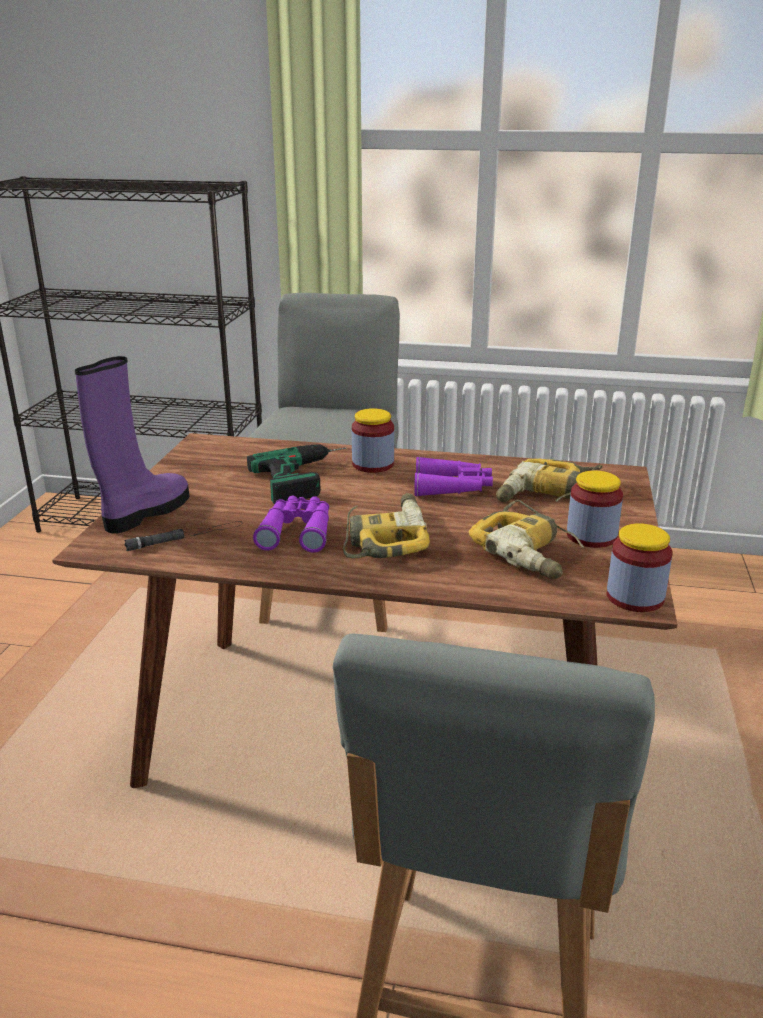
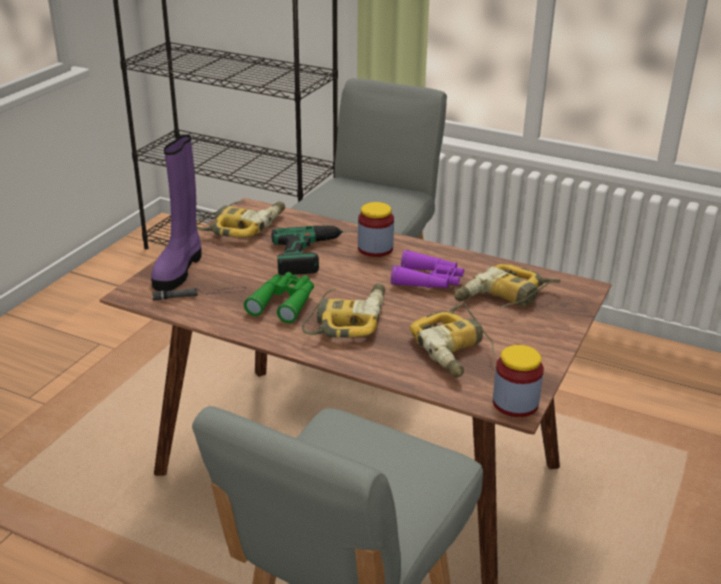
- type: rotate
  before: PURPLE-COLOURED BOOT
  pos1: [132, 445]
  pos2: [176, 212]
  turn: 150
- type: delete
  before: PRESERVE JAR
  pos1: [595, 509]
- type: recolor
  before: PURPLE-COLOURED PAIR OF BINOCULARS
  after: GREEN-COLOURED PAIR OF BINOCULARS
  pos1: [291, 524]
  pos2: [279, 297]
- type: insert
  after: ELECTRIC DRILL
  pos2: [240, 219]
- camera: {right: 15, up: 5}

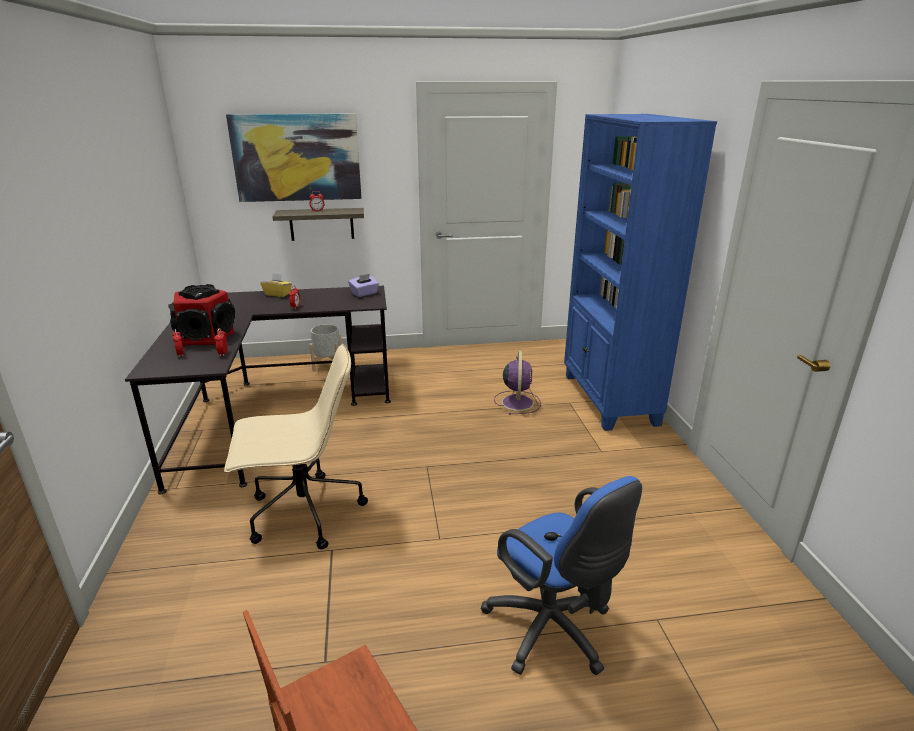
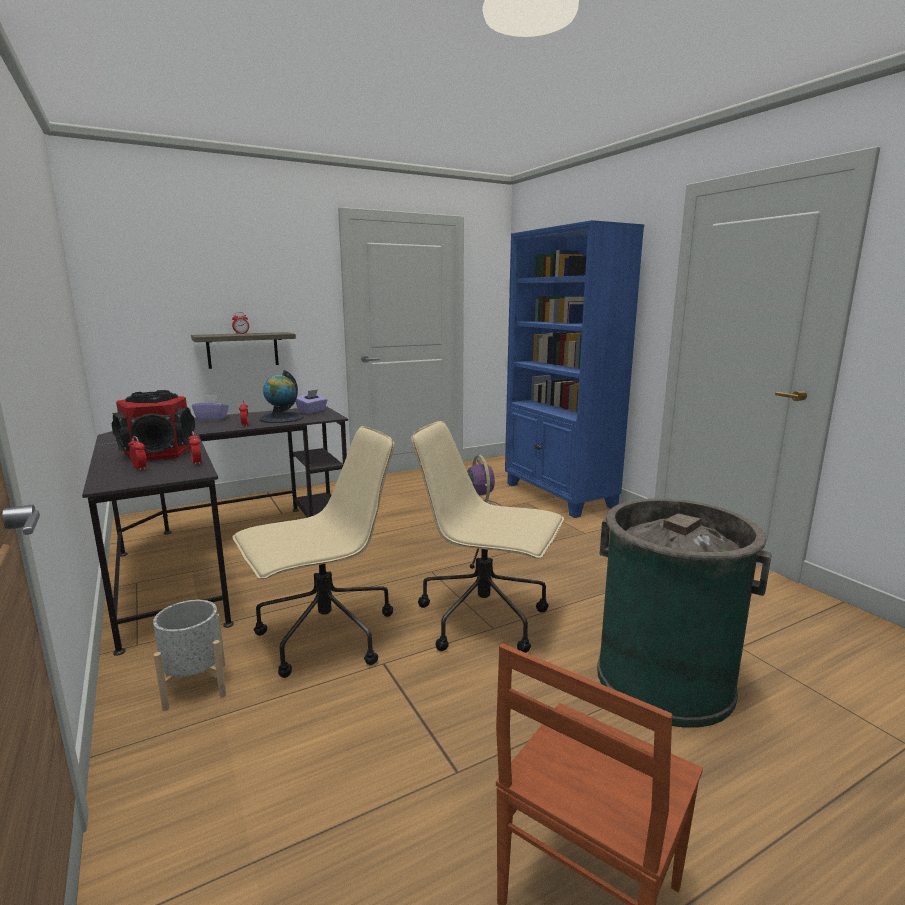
- type: delete
  before: PICTURE
  pos1: [293, 157]
- type: recolor
  before: YELLOW-COLOURED TISSUE BOX
  after: PURPLE-COLOURED TISSUE BOX
  pos1: [276, 285]
  pos2: [210, 407]
- type: move
  before: GREY FLOWER POT
  pos1: [325, 347]
  pos2: [189, 655]
- type: replace
  before: BLUISH COMPUTER CHAIR
  after: GREEN-COLOURED WASTE BIN
  pos1: [561, 575]
  pos2: [684, 613]
- type: insert
  after: GLOBE
  pos2: [281, 396]
- type: insert
  after: BEIGE-COLOURED COMPUTER CHAIR
  pos2: [487, 537]
- camera: {right: -20, up: -10}

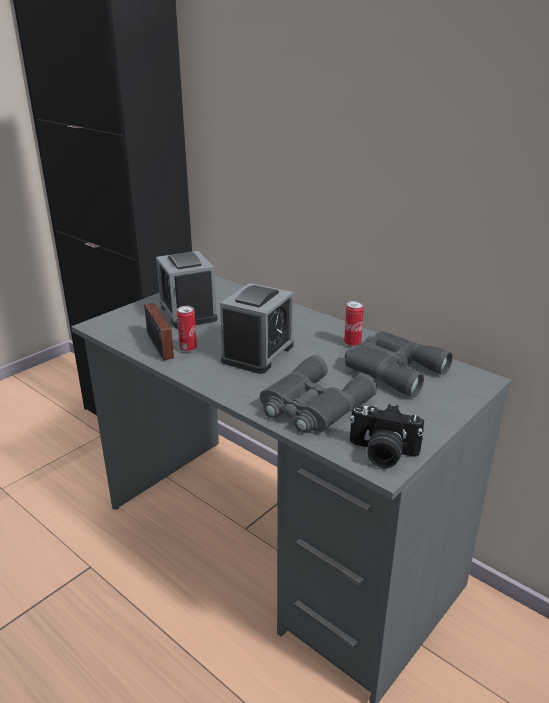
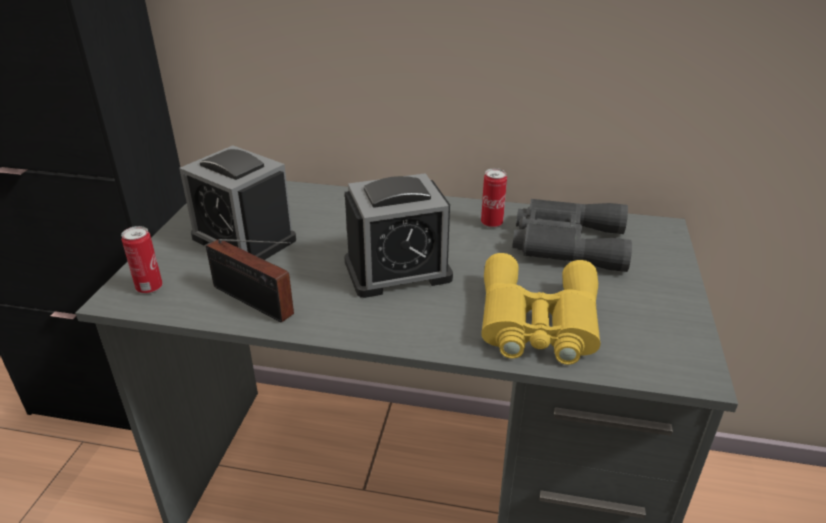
- type: rotate
  before: TABLE CLOCK
  pos1: [257, 328]
  pos2: [398, 235]
  turn: 75
- type: move
  before: CAN
  pos1: [187, 329]
  pos2: [141, 260]
- type: recolor
  before: GREY PAIR OF BINOCULARS
  after: YELLOW-COLOURED PAIR OF BINOCULARS
  pos1: [318, 394]
  pos2: [540, 309]
- type: delete
  before: PHOTO CAMERA
  pos1: [386, 436]
- camera: {right: -30, up: 5}

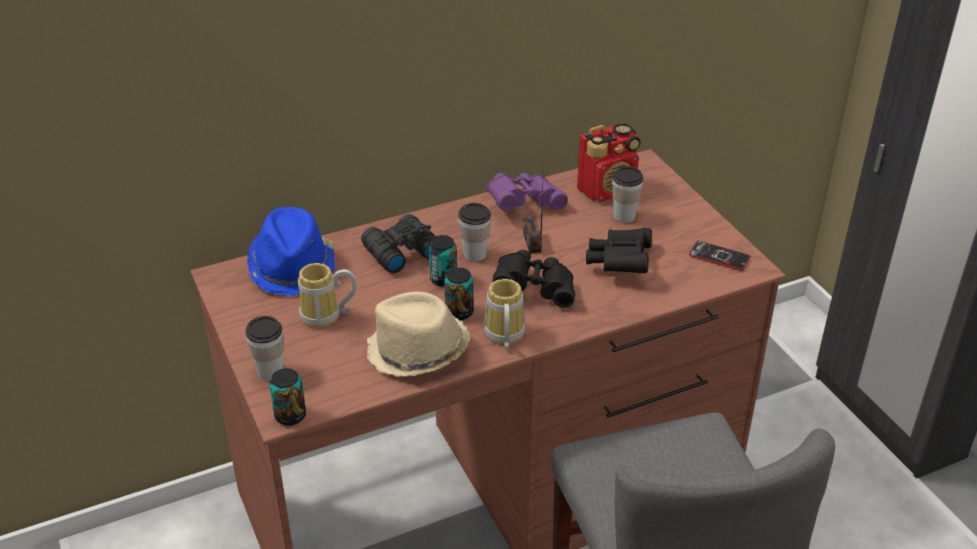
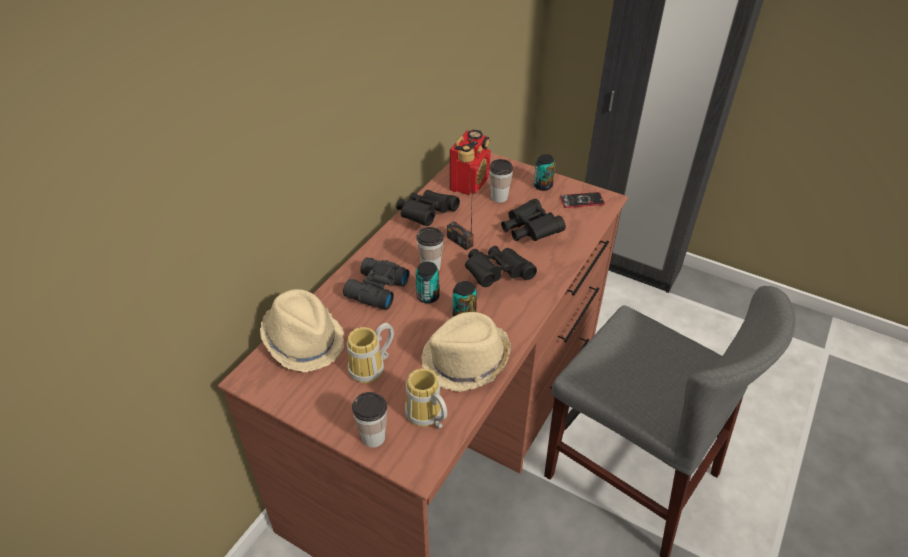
- type: recolor
  before: PURPLE-COLOURED PAIR OF BINOCULARS
  after: BLACK-COLOURED PAIR OF BINOCULARS
  pos1: [527, 192]
  pos2: [428, 208]
- type: recolor
  before: BLUISH CLOTHING HAT
  after: BEIGE-COLOURED CLOTHING HAT
  pos1: [291, 251]
  pos2: [302, 330]
- type: move
  before: COFFEE MUG
  pos1: [504, 314]
  pos2: [426, 398]
- type: move
  before: CAN
  pos1: [288, 397]
  pos2: [544, 172]
- camera: {right: -35, up: 5}

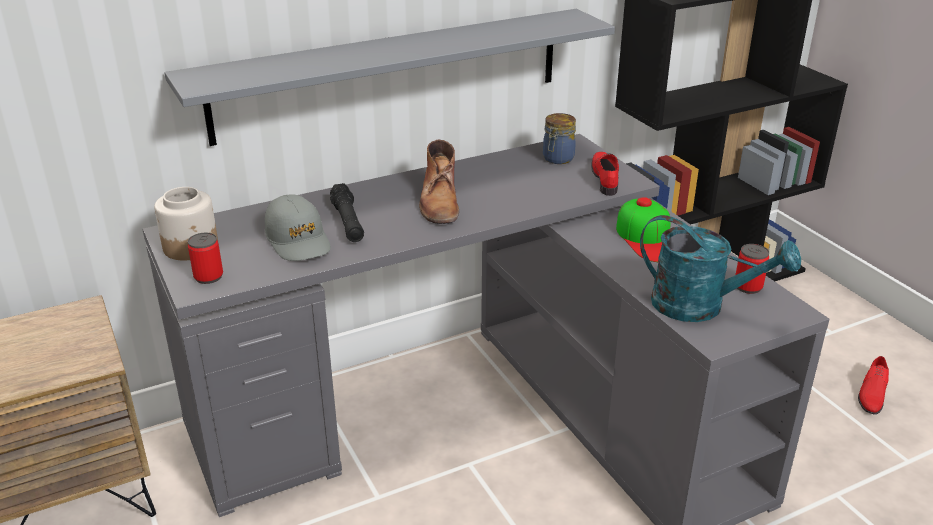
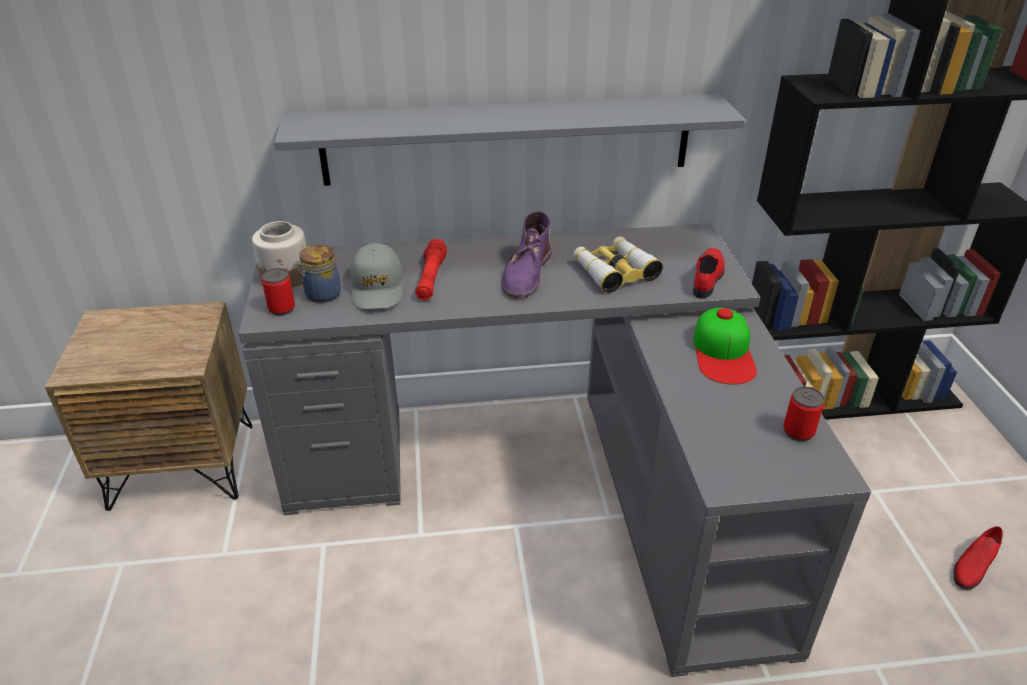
- type: move
  before: PRESERVE JAR
  pos1: [559, 138]
  pos2: [318, 274]
- type: recolor
  before: BROWN BOOT
  after: PURPLE-COLOURED BOOT
  pos1: [439, 182]
  pos2: [526, 254]
- type: recolor
  before: BLACK-COLOURED TORCH
  after: REDDISH TORCH
  pos1: [347, 212]
  pos2: [431, 269]
- type: delete
  before: TURQUOISE WATERING CAN
  pos1: [720, 268]
- type: insert
  after: PAIR OF BINOCULARS
  pos2: [618, 264]
- camera: {right: 20, up: 5}

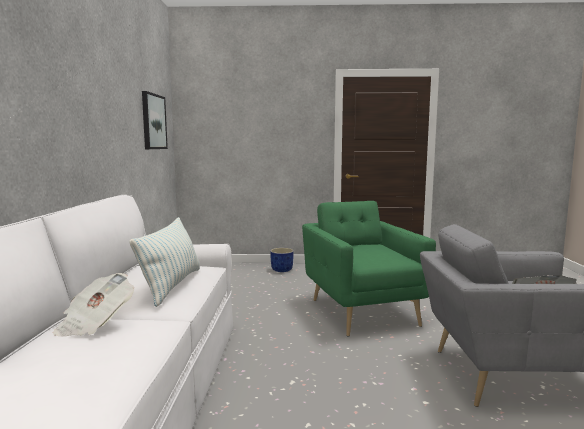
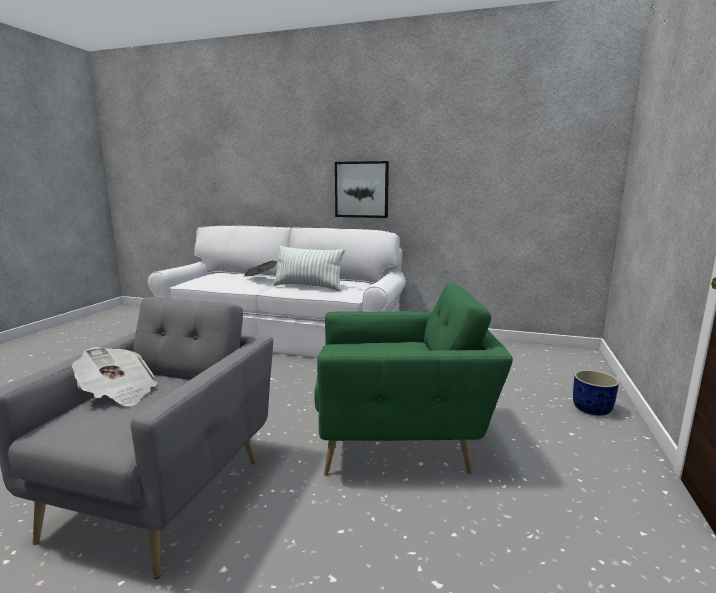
- type: move
  before: PICTURE
  pos1: [155, 120]
  pos2: [362, 189]
- camera: {right: 105, up: 5}

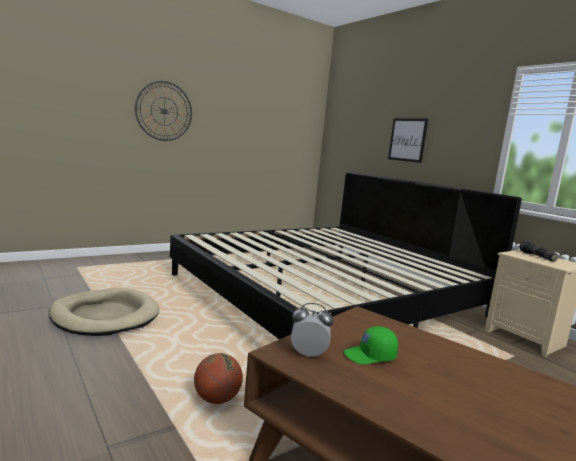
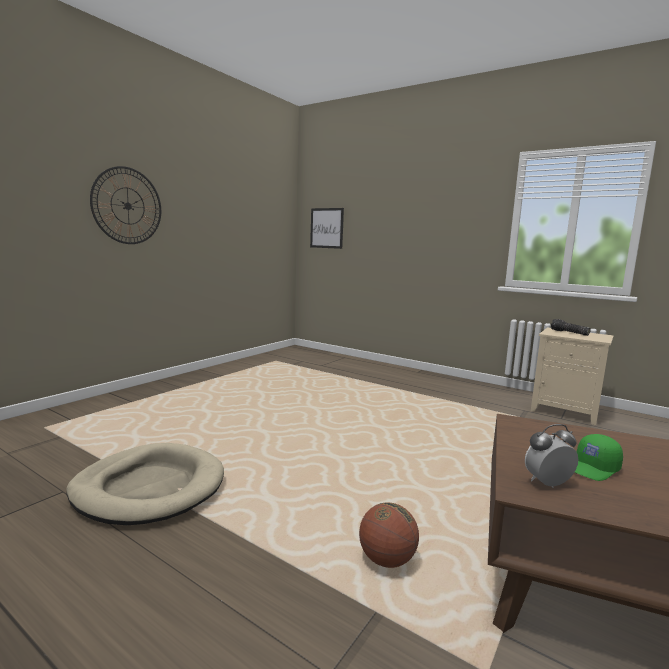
- type: move
  before: PICTURE
  pos1: [408, 140]
  pos2: [327, 228]
- type: delete
  before: BED
  pos1: [346, 255]
- camera: {right: -20, up: 0}

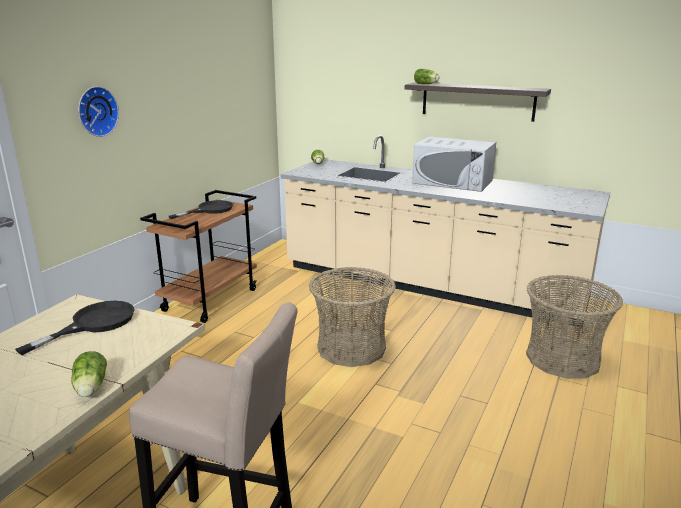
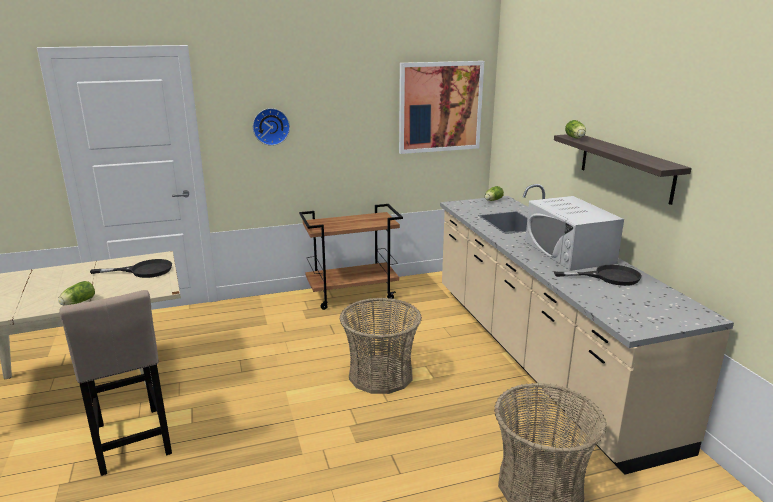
- type: move
  before: BLACK-COLOURED SKILLET
  pos1: [200, 209]
  pos2: [598, 275]
- type: insert
  after: PICTURE
  pos2: [441, 107]
- camera: {right: 45, up: 0}

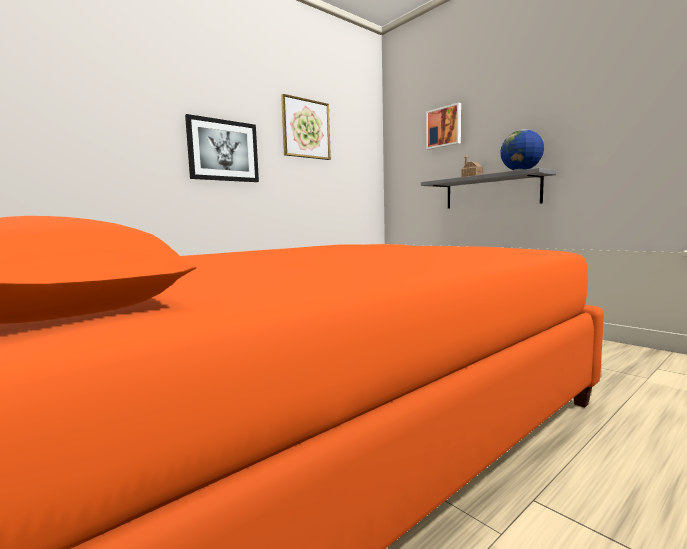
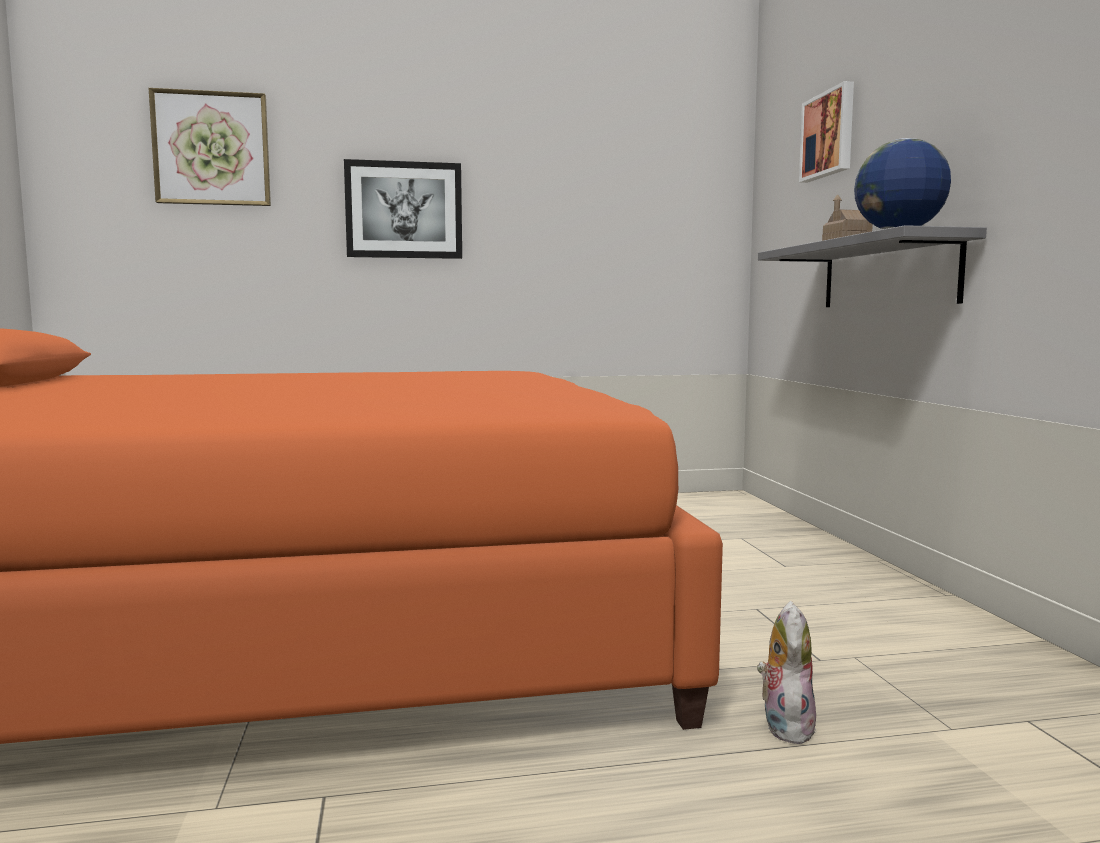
- type: move
  before: PICTURE
  pos1: [306, 127]
  pos2: [210, 147]
- type: insert
  after: PLUSH TOY
  pos2: [786, 672]
- camera: {right: 30, up: 0}

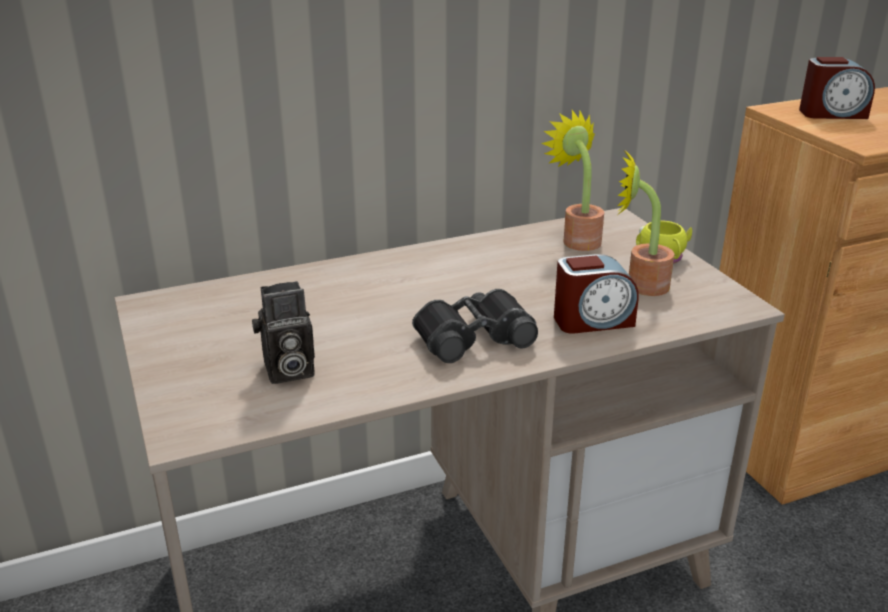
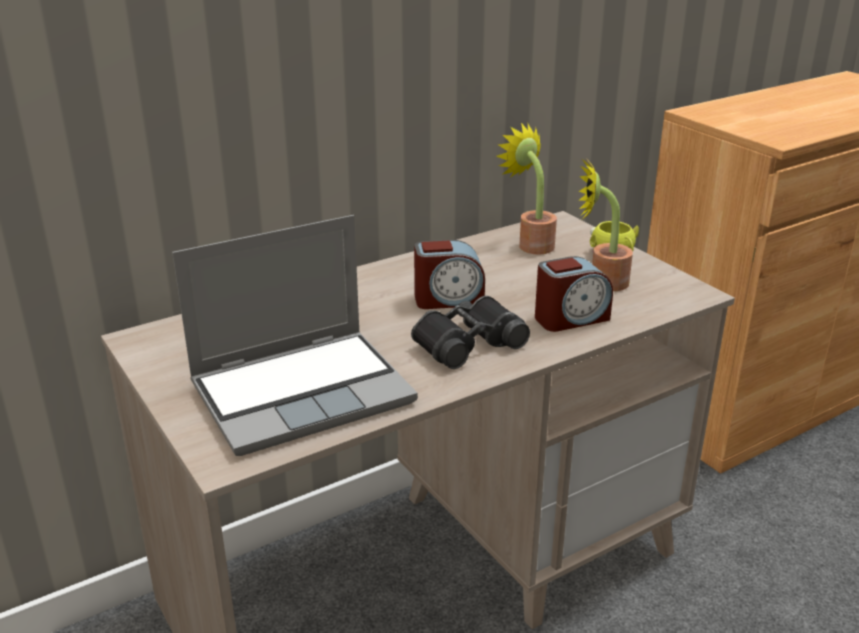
- type: move
  before: TABLE CLOCK
  pos1: [837, 88]
  pos2: [449, 274]
- type: replace
  before: PHOTO CAMERA
  after: LAPTOP
  pos1: [283, 332]
  pos2: [295, 335]
- camera: {right: -10, up: 0}

